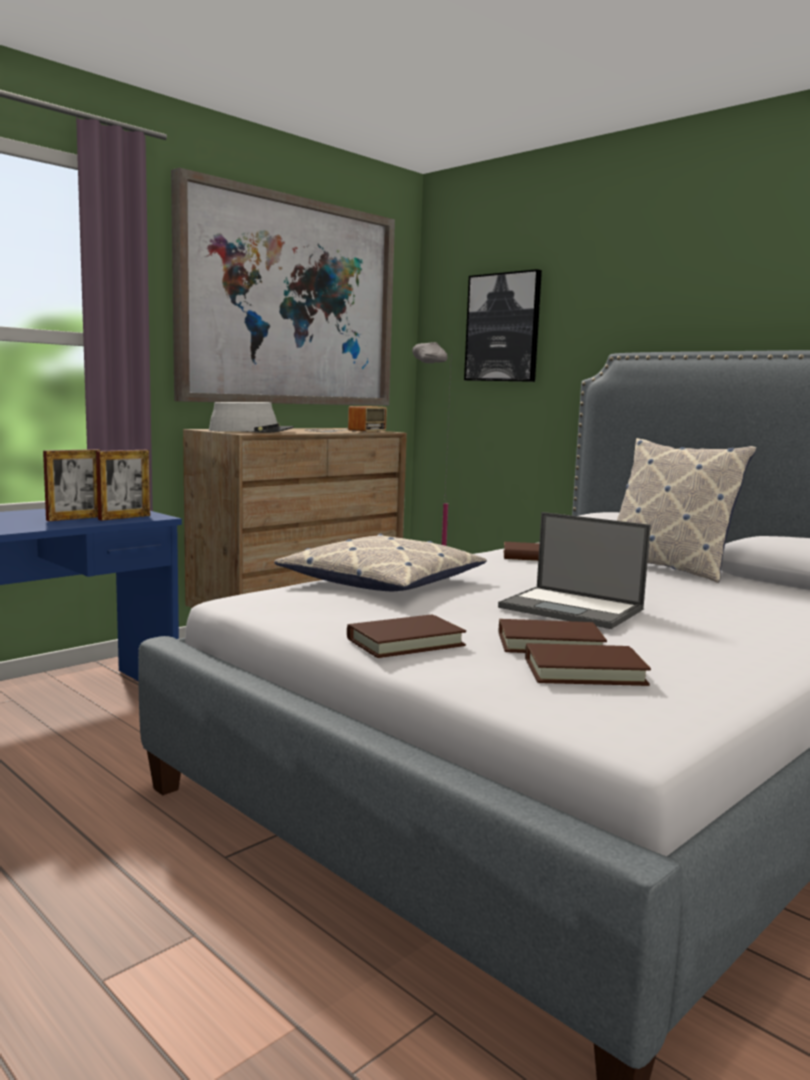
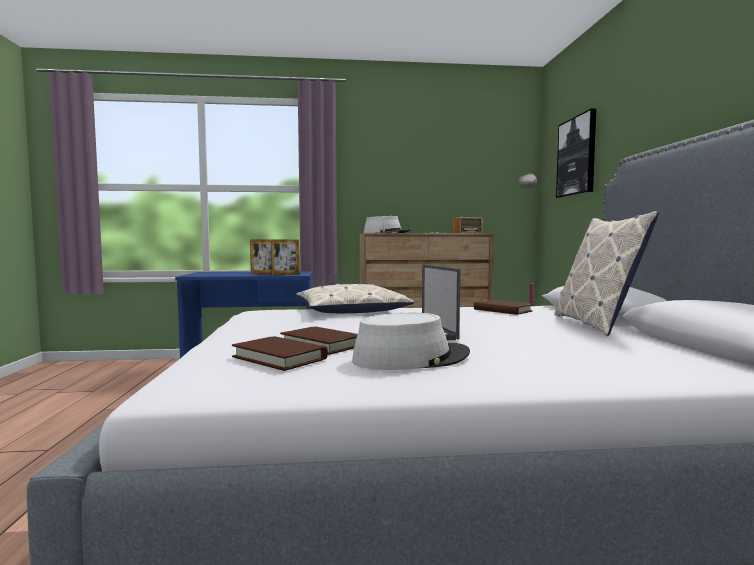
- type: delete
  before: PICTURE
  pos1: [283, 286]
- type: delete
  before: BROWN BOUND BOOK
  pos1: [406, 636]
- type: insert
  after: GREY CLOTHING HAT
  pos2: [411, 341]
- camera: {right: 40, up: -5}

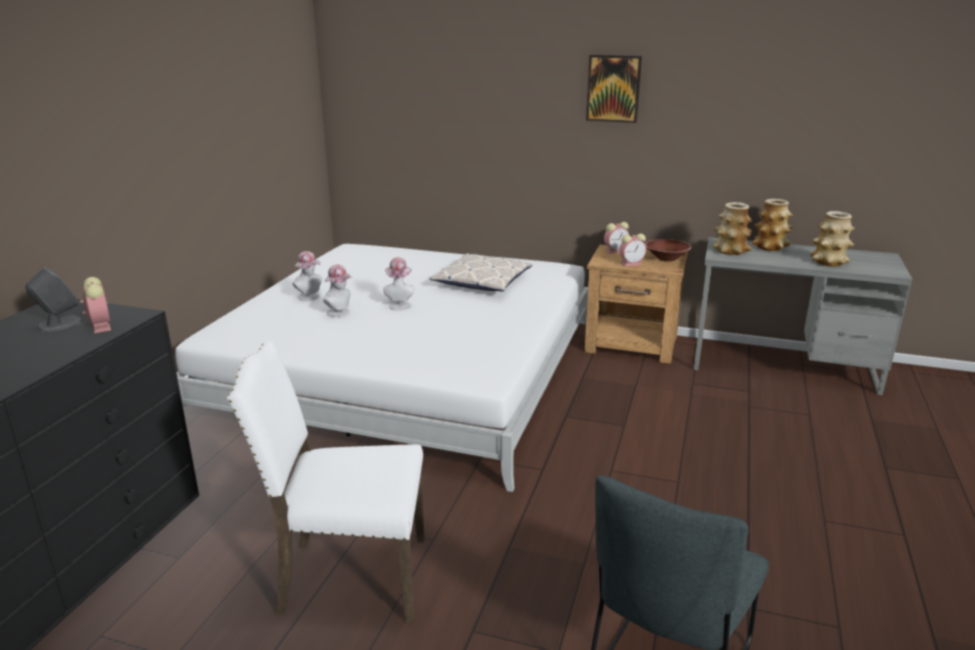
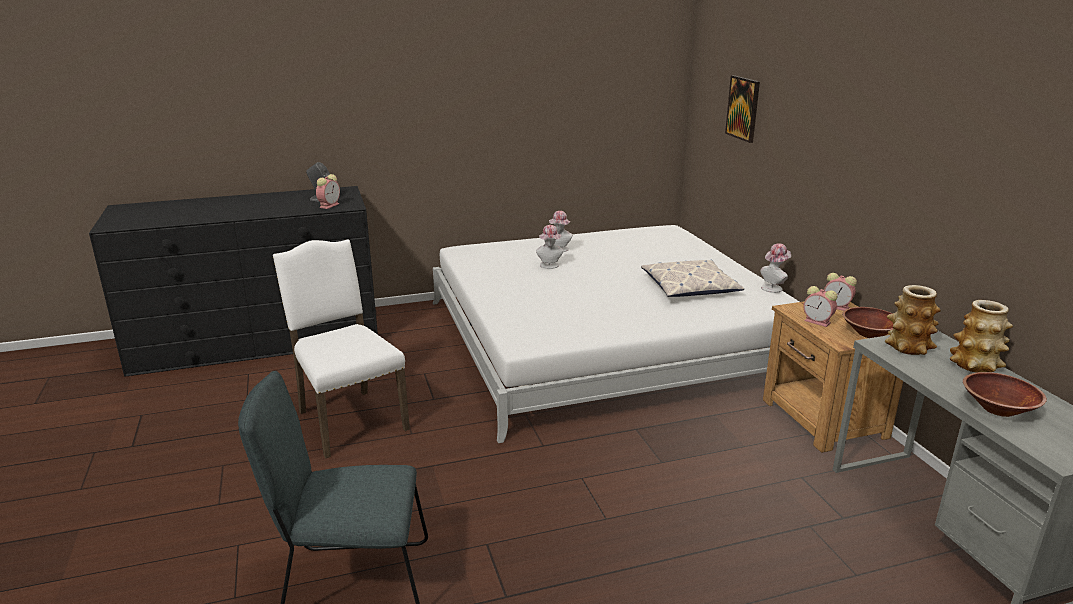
- type: move
  before: PICTURE
  pos1: [614, 89]
  pos2: [742, 109]
- type: replace
  before: DECORATIVE VASE
  after: BROWN BOWL
  pos1: [832, 239]
  pos2: [1005, 394]
- type: move
  before: CLOTHING HAT
  pos1: [399, 284]
  pos2: [775, 268]
- camera: {right: 55, up: 0}

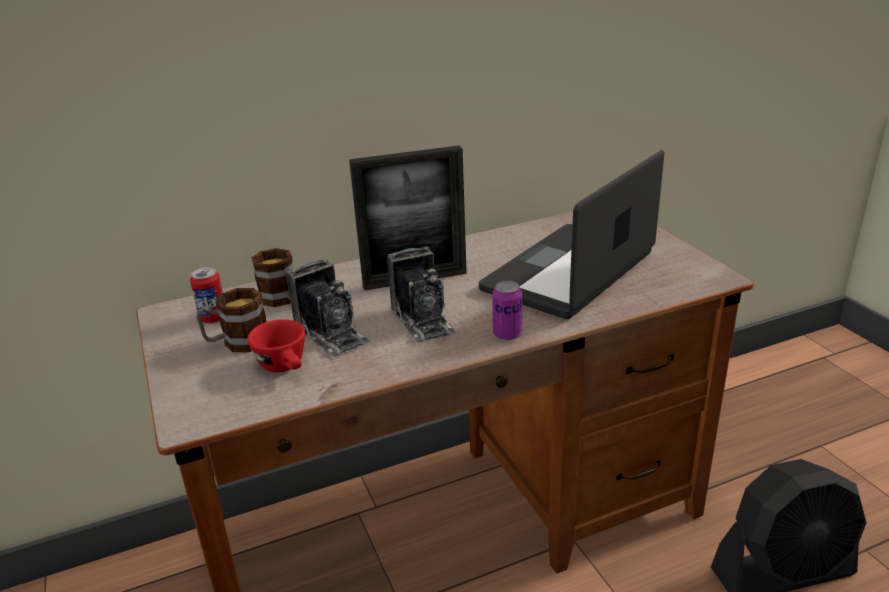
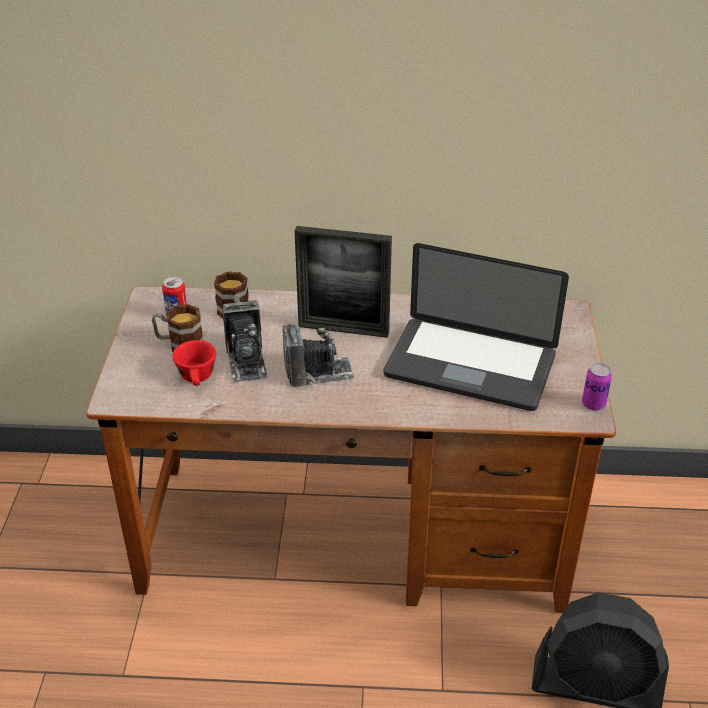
- type: rotate
  before: LAPTOP
  pos1: [571, 234]
  pos2: [476, 327]
  turn: -135
- type: rotate
  before: PHOTO CAMERA
  pos1: [421, 295]
  pos2: [318, 354]
  turn: -105
- type: move
  before: CAN
  pos1: [507, 310]
  pos2: [597, 387]
- camera: {right: 25, up: 10}

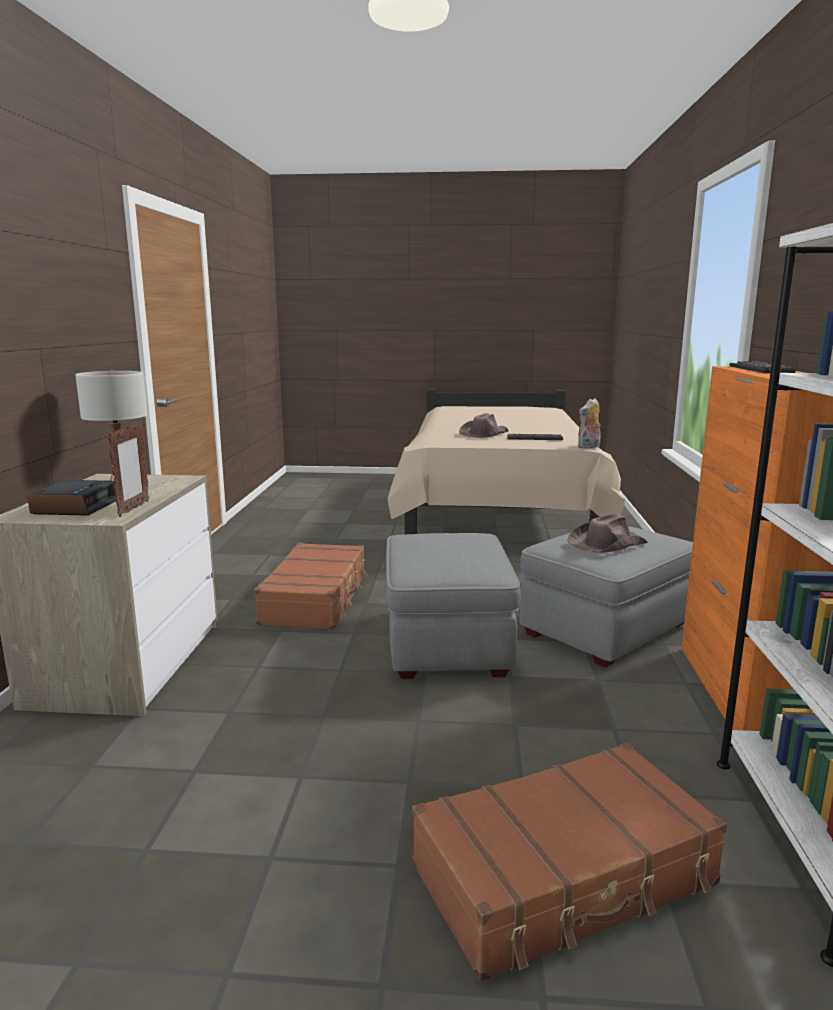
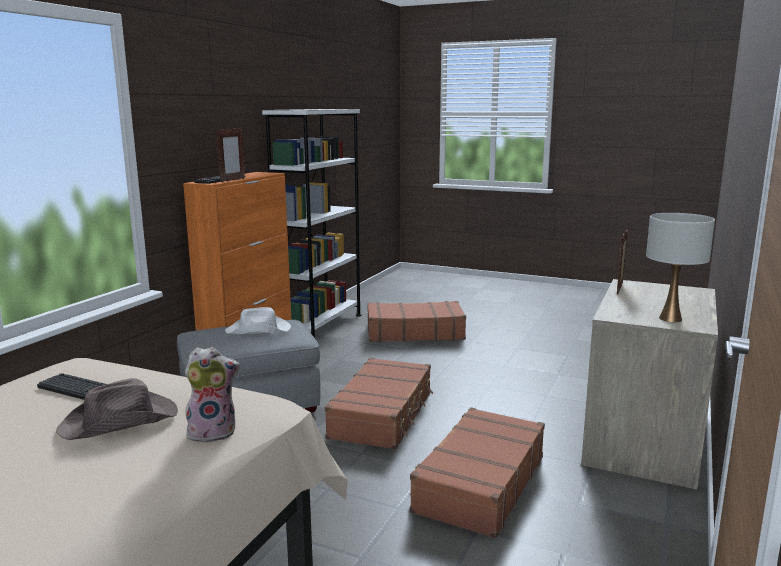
- type: move
  before: PLUSH TOY
  pos1: [589, 423]
  pos2: [212, 395]
- type: delete
  before: TABLE CLOCK
  pos1: [71, 498]
- type: recolor
  before: BROWN CLOTHING HAT
  after: WHITE CLOTHING HAT
  pos1: [607, 532]
  pos2: [258, 320]
- type: replace
  before: GREY FOOTREST
  after: BROWN SUITCASE
  pos1: [453, 606]
  pos2: [379, 404]
- type: insert
  after: PHOTO FRAME
  pos2: [230, 155]
- camera: {right: -160, up: 0}

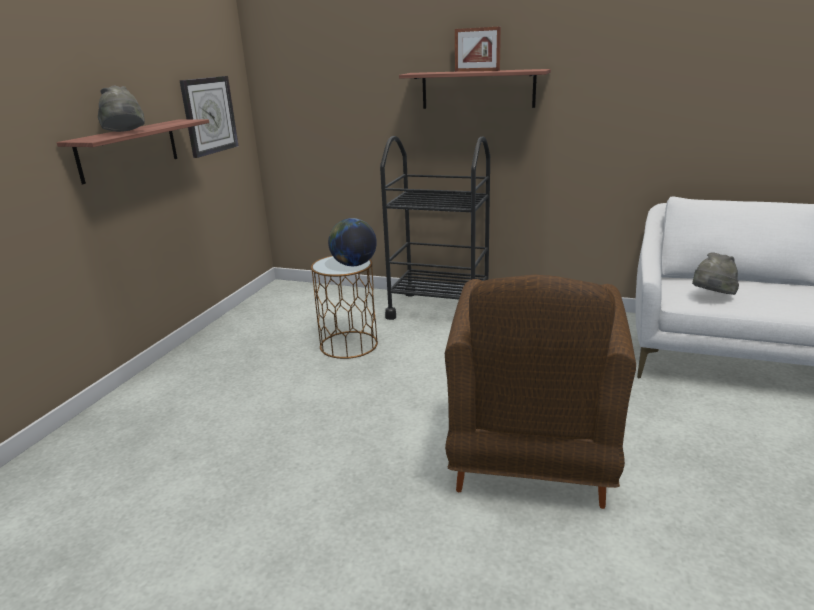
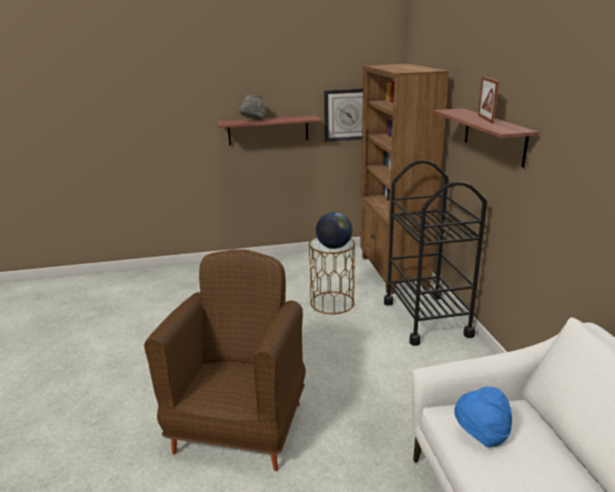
- type: recolor
  before: GREY CLOTHING HAT
  after: BLUISH CLOTHING HAT
  pos1: [715, 273]
  pos2: [483, 417]
- type: rotate
  before: BROWN ARMCHAIR
  pos1: [540, 392]
  pos2: [225, 360]
  turn: 120
- type: insert
  after: BROWN BOOKSHELF
  pos2: [404, 179]
- camera: {right: 60, up: 0}

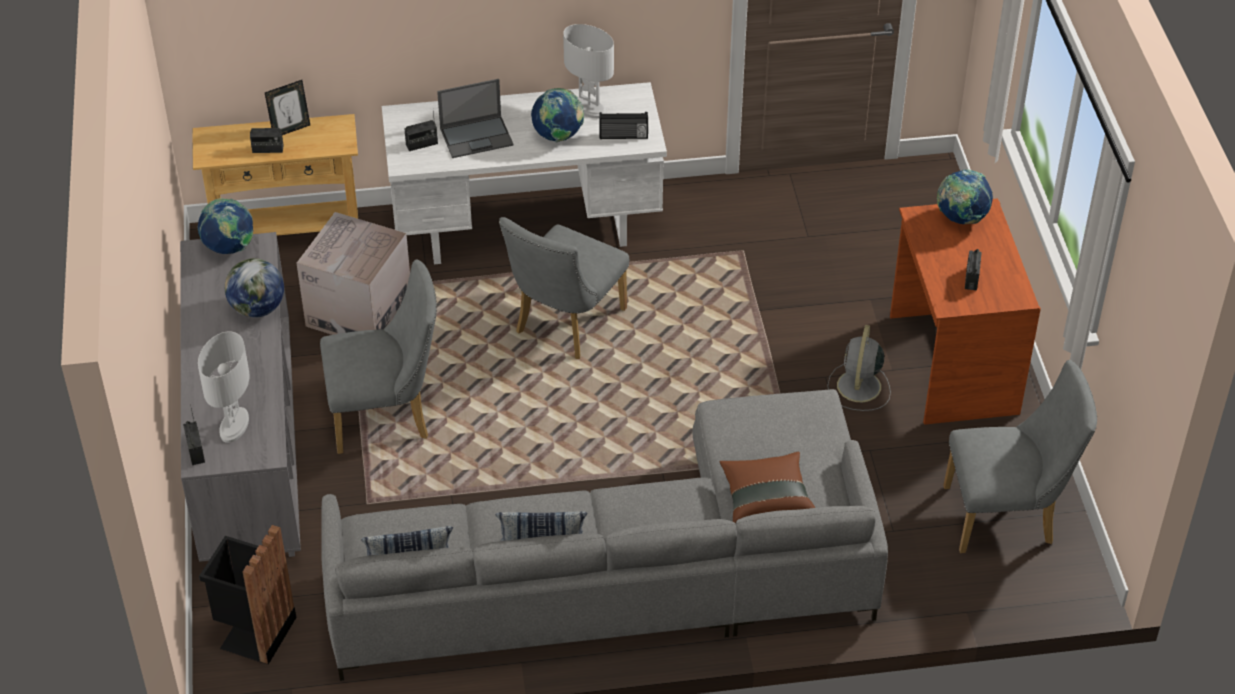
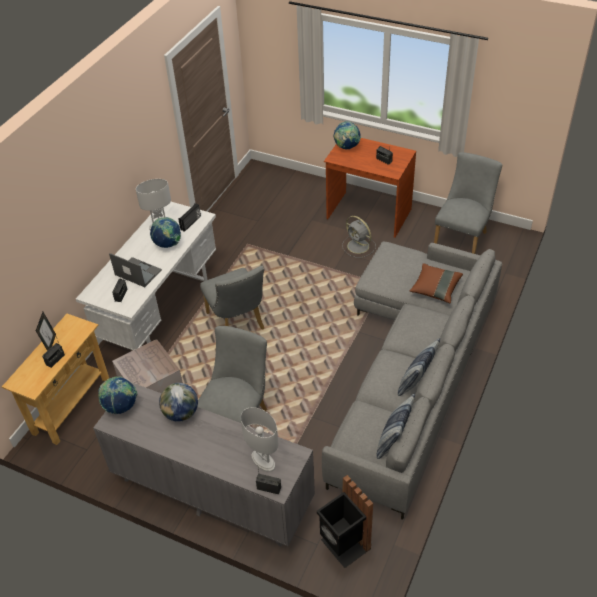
- type: rotate
  before: LAPTOP
  pos1: [475, 118]
  pos2: [135, 270]
  turn: -75
- camera: {right: -55, up: 0}

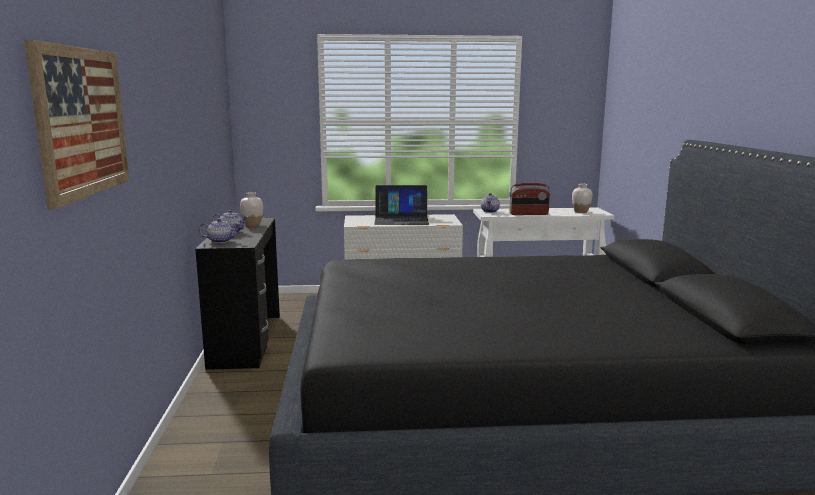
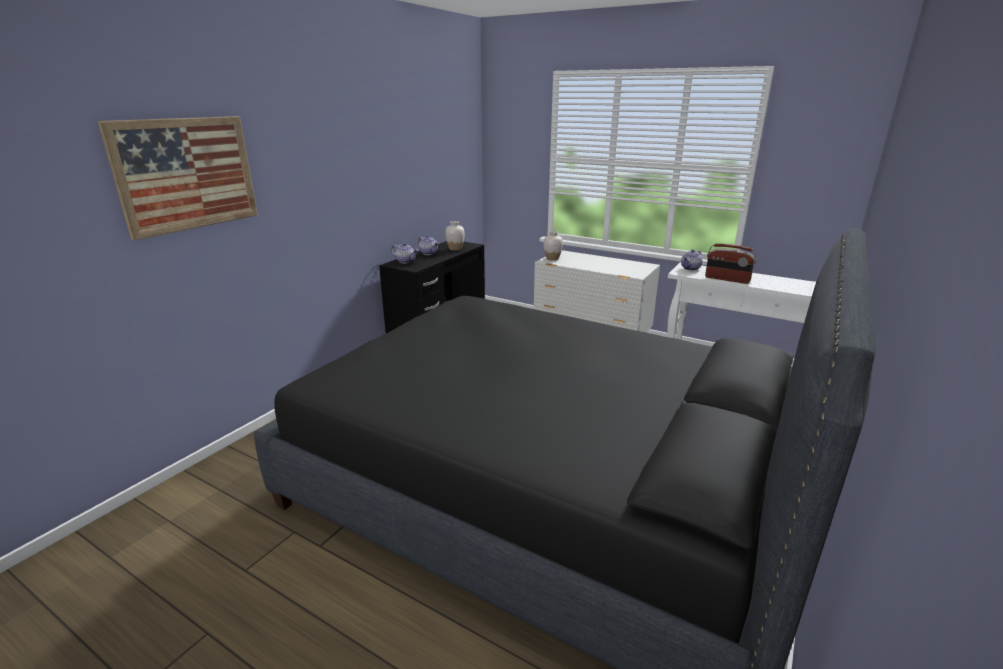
- type: move
  before: WHITE DECORATIVE VASE
  pos1: [582, 198]
  pos2: [553, 246]
- type: delete
  before: LAPTOP
  pos1: [401, 205]
- camera: {right: 35, up: 10}

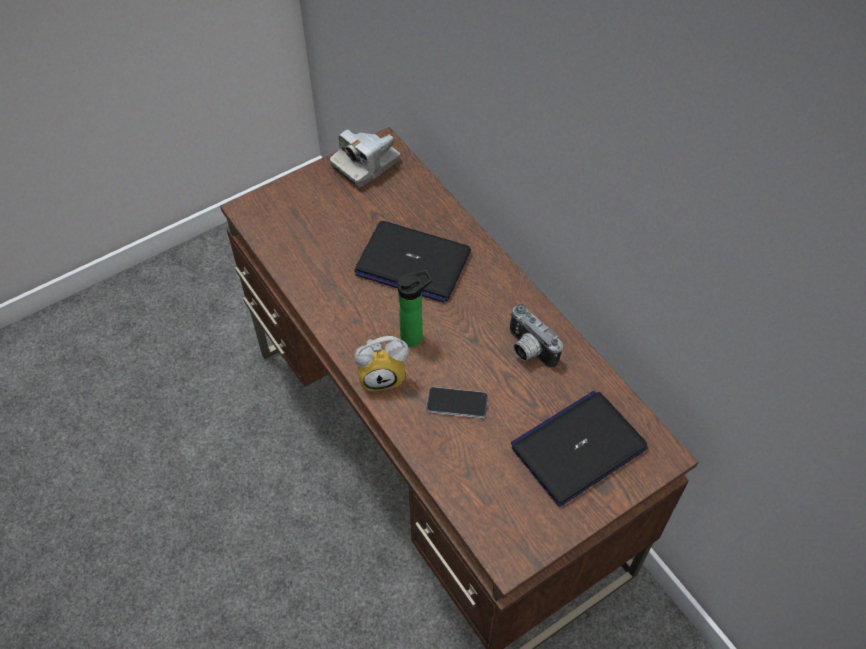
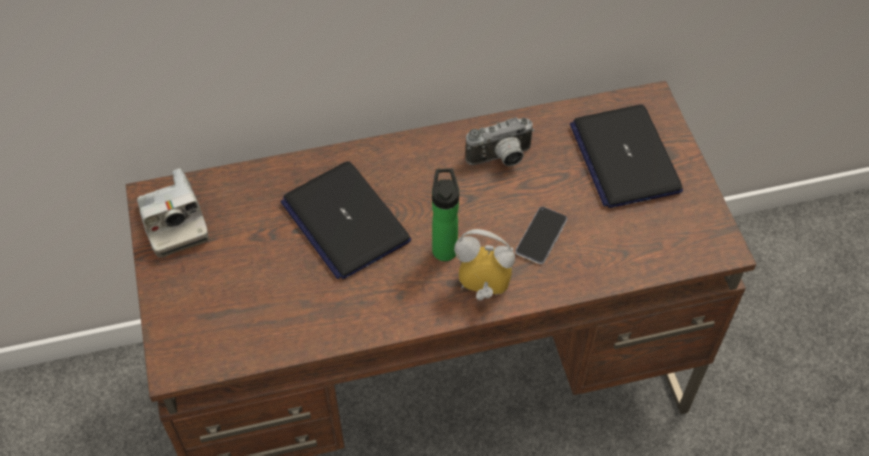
- type: rotate
  before: LAPTOP
  pos1: [412, 262]
  pos2: [346, 220]
  turn: 105
- type: rotate
  before: TABLE CLOCK
  pos1: [381, 364]
  pos2: [484, 264]
  turn: -90
- camera: {right: -70, up: 0}

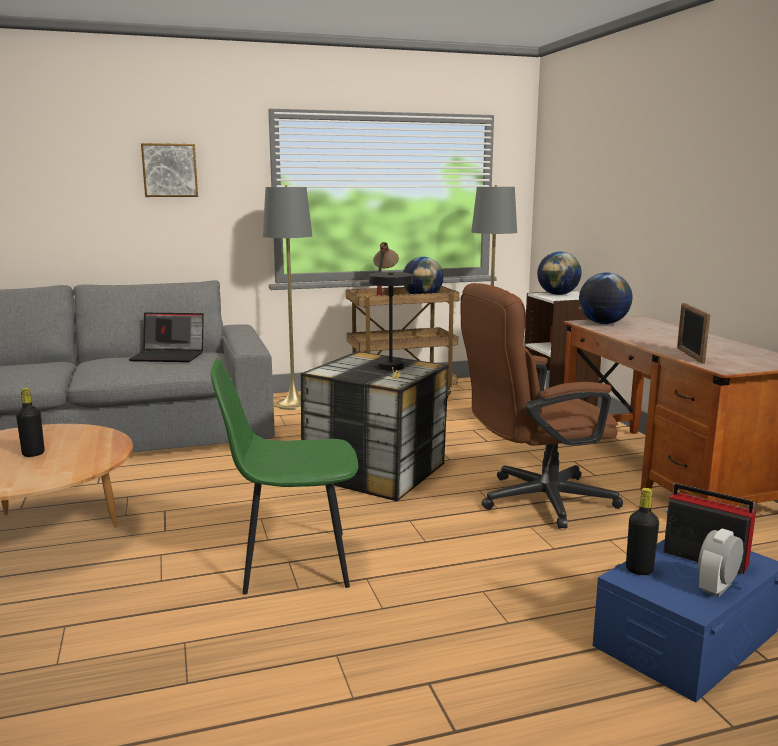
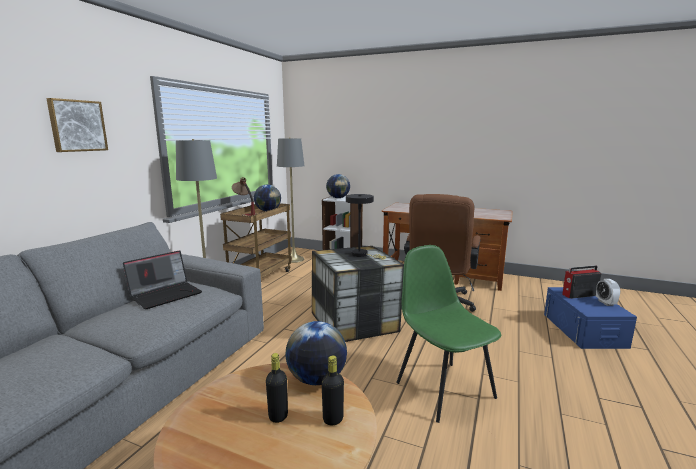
- type: move
  before: GLOBE
  pos1: [605, 298]
  pos2: [316, 353]
- type: delete
  before: PHOTO FRAME
  pos1: [693, 333]
- type: rotate
  before: GREEN-COLOURED UPRIGHT CHAIR
  pos1: [284, 476]
  pos2: [449, 334]
  turn: 120
- type: move
  before: BLACK-COLOURED BEVERAGE BOTTLE
  pos1: [642, 531]
  pos2: [333, 390]
- camera: {right: -50, up: 0}

